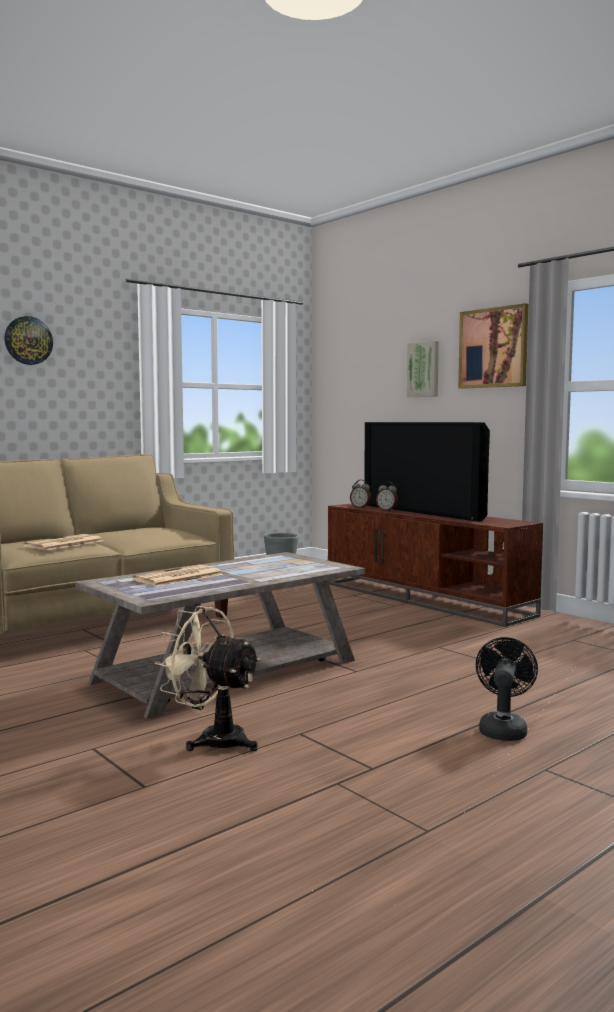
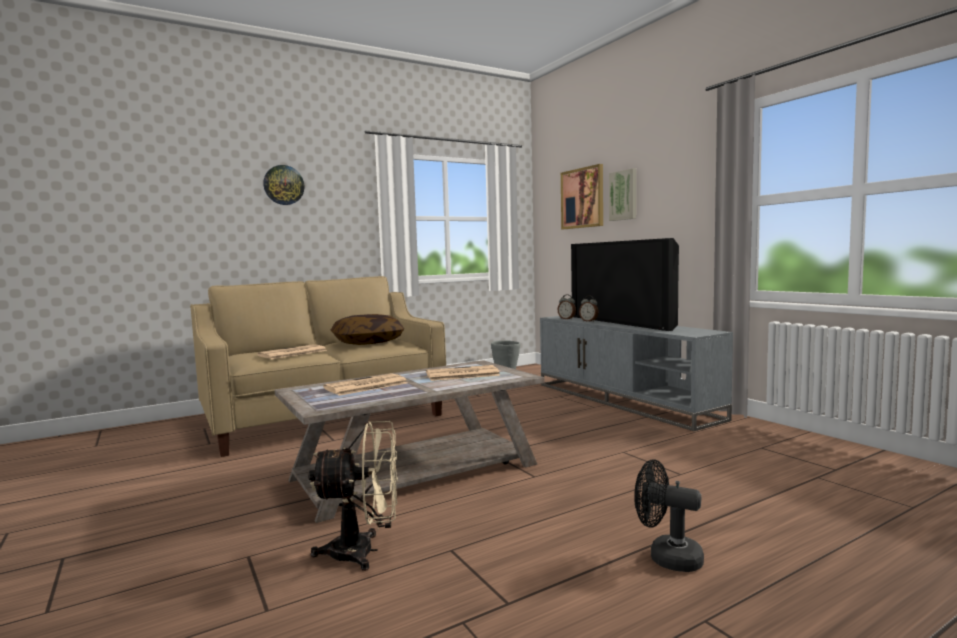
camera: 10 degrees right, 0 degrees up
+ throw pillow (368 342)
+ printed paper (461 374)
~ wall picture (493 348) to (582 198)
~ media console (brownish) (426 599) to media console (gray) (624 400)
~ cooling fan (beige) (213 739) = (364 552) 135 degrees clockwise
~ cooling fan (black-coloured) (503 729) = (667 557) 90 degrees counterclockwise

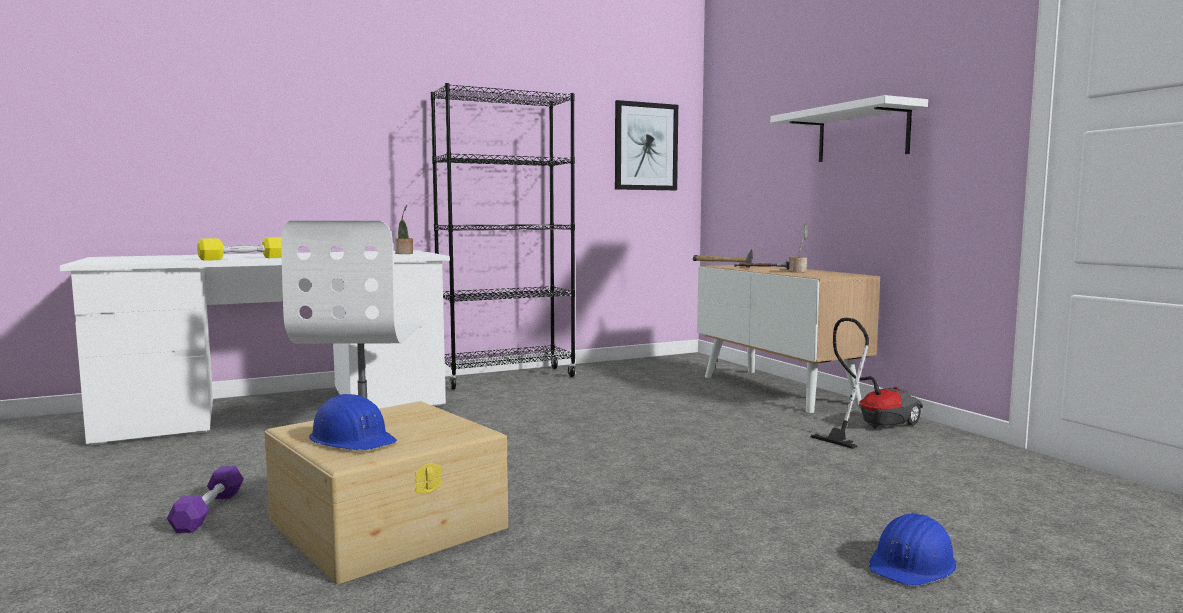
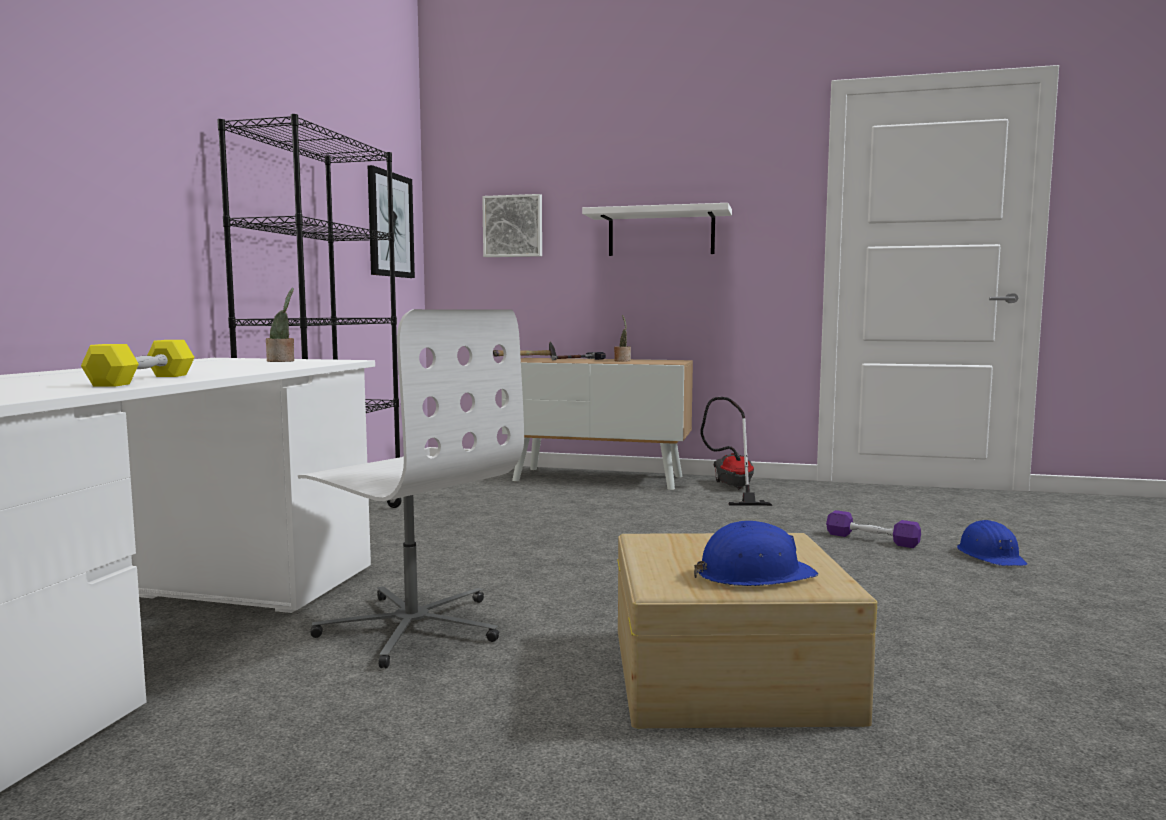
camera: 50 degrees left, 0 degrees up
+ wall picture (513 226)
~ free weight (purple) (209 511) to (872 539)

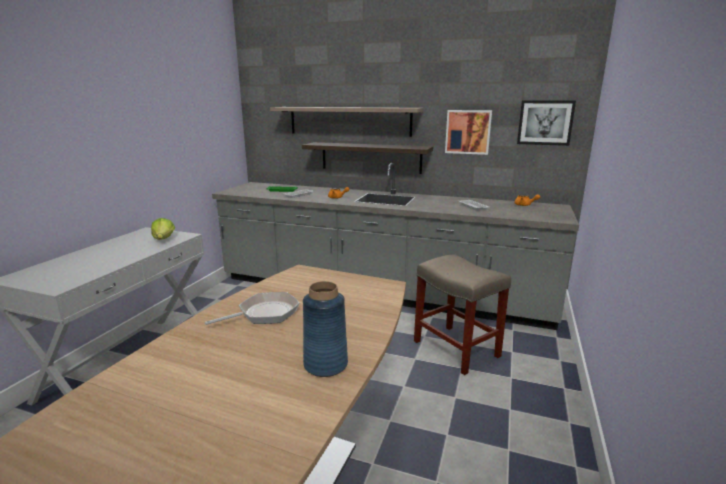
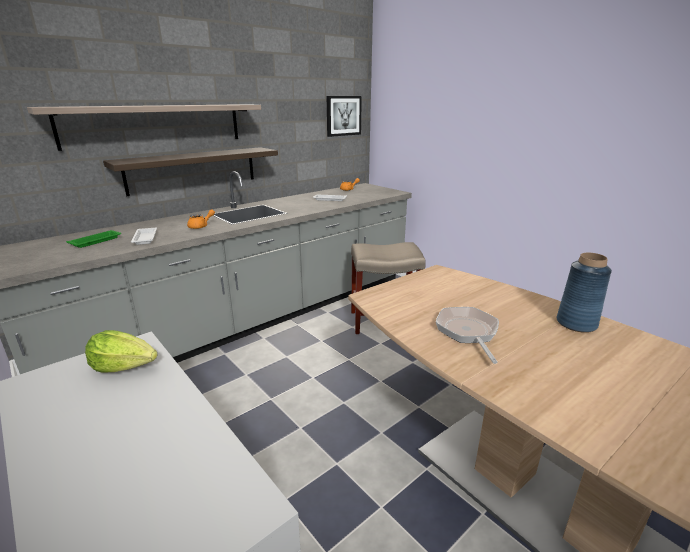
camera: 60 degrees left, 5 degrees up
- wall picture (468 132)

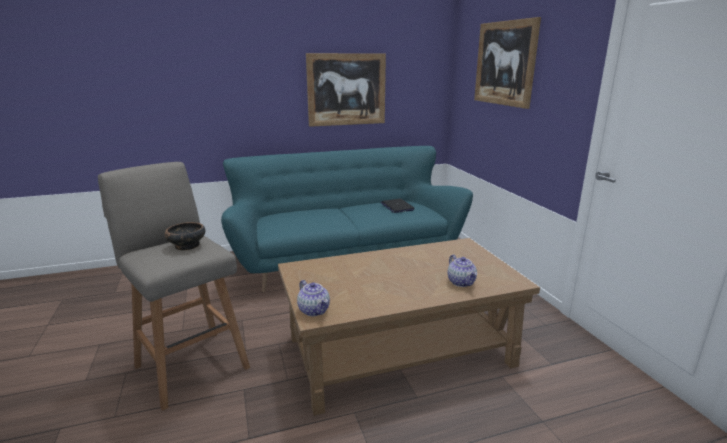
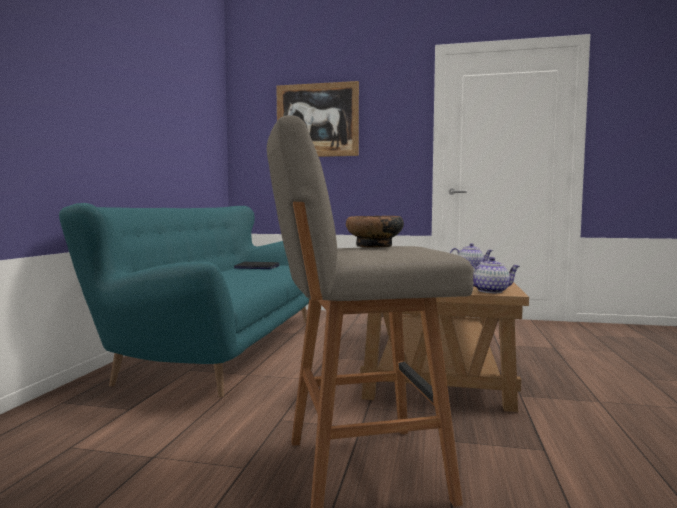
camera: 60 degrees left, 15 degrees down
- wall picture (346 89)

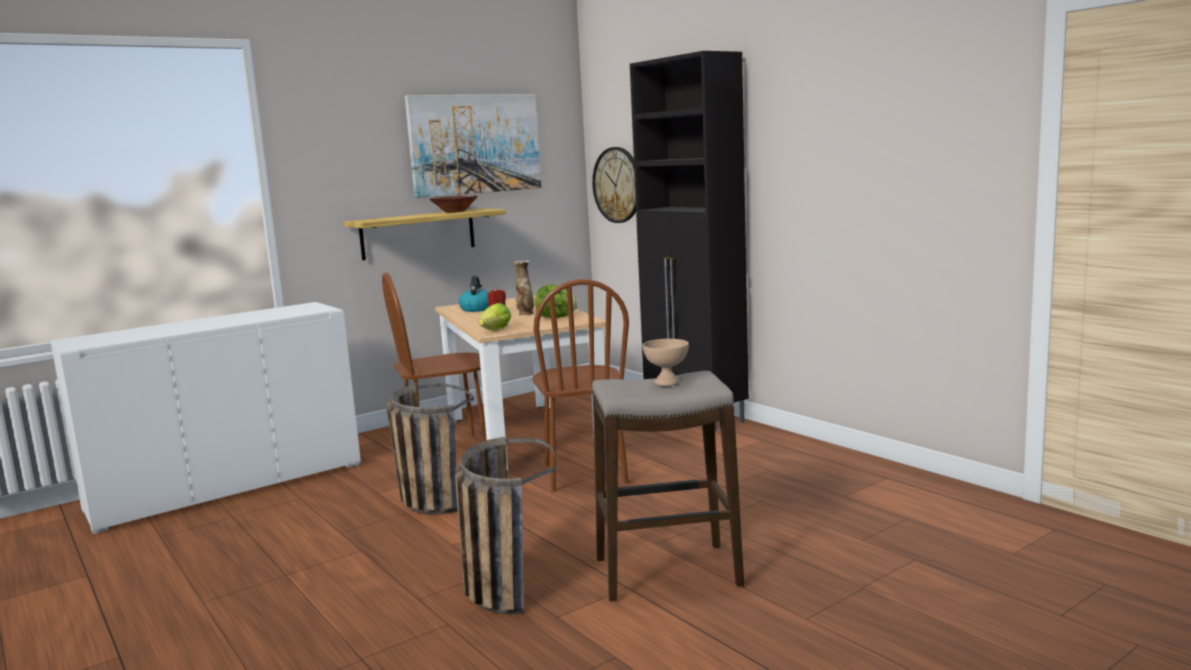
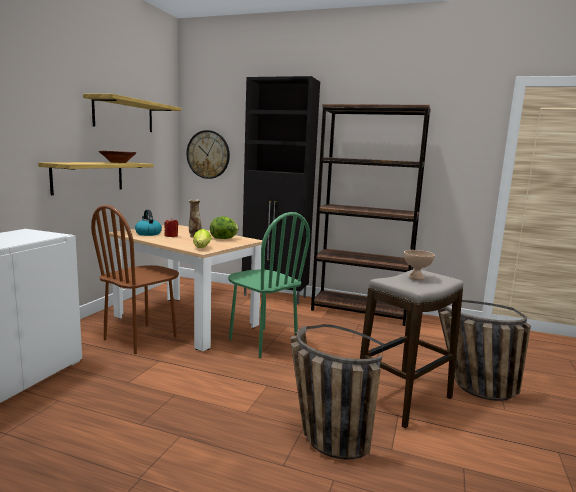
camera: 35 degrees left, 0 degrees up
+ shelving unit (brownish) (360 311)
~ household basket (426 498) to (471 387)
~ wall picture (475 144) to wall shelf (124 115)
~ upright chair (brownish) (584 474) to upright chair (green) (262 342)

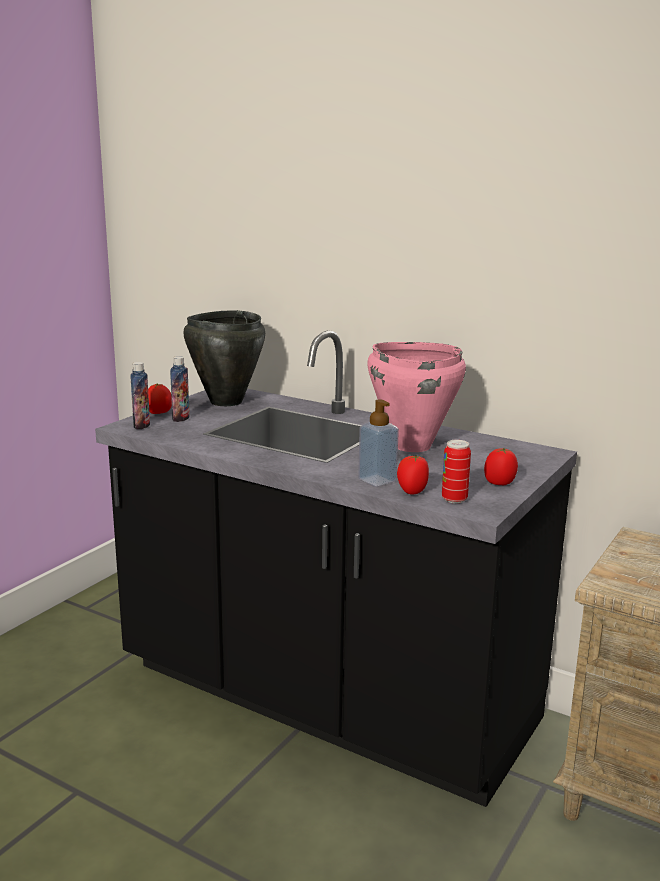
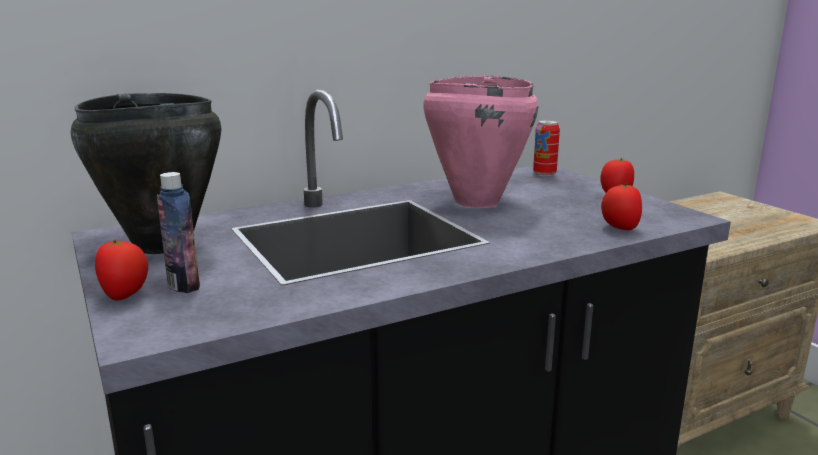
camera: 60 degrees left, 0 degrees up
- beverage bottle (141 425)
- soap dispenser (377 480)
~ can (454 499) to (544 174)

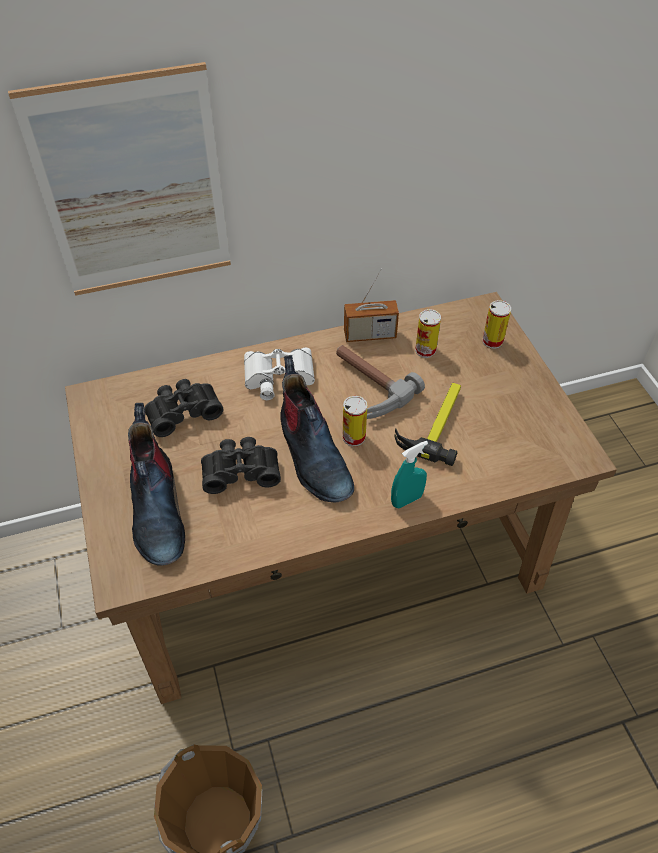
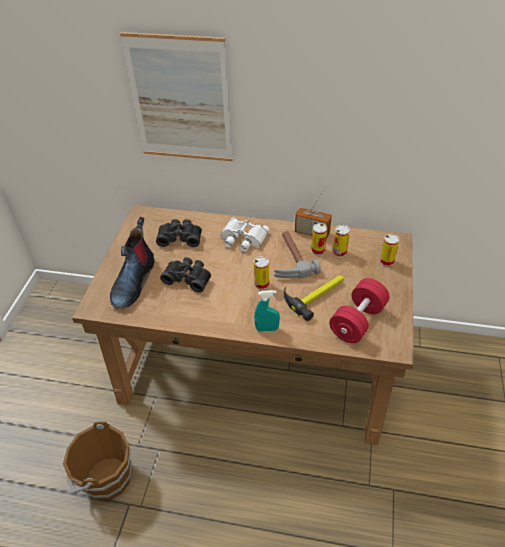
camera: 30 degrees right, 5 degrees down
- tall boot (313 457)
+ can (318 250)
+ free weight (red) (357 321)

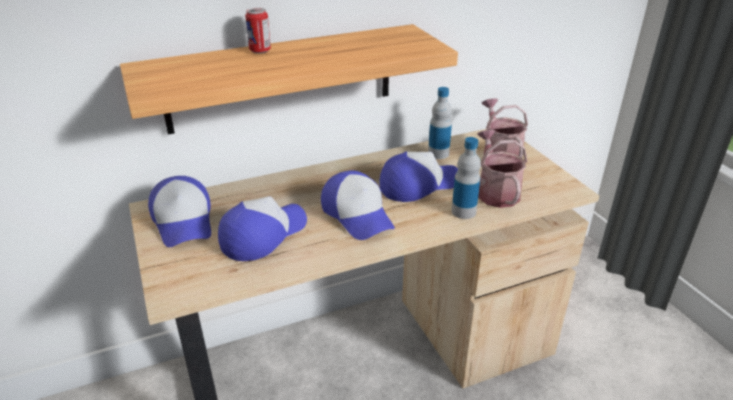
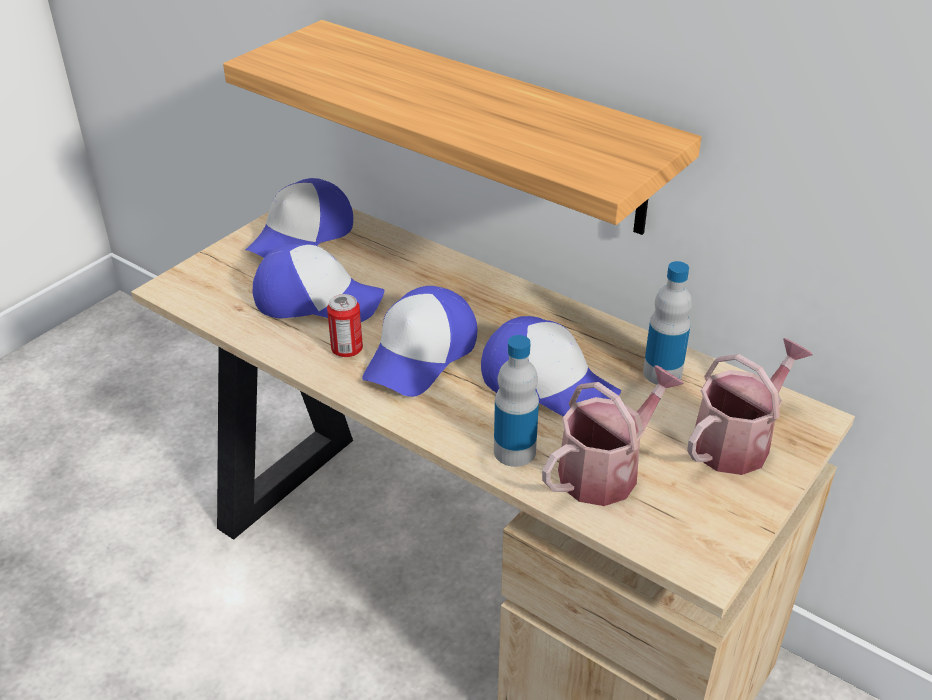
camera: 60 degrees right, 5 degrees up
~ can (260 51) to (347 350)

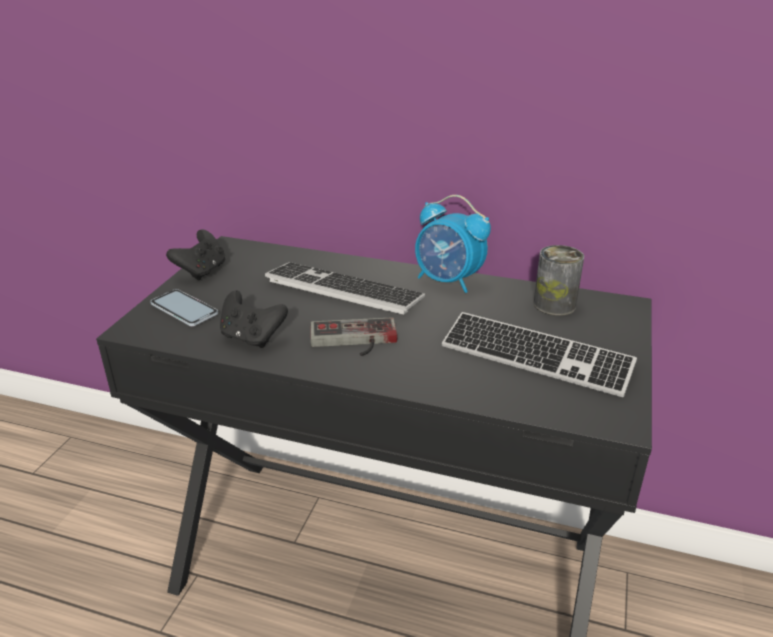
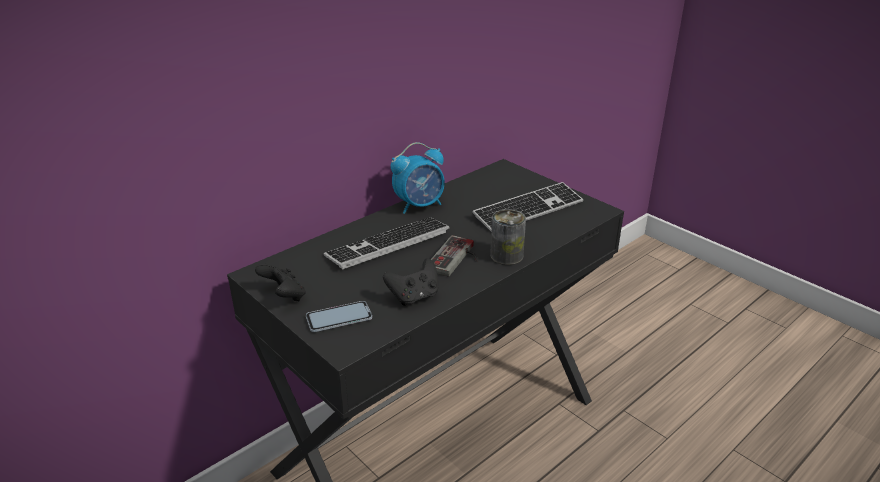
camera: 60 degrees left, 0 degrees up
~ can (554 304) to (506 255)

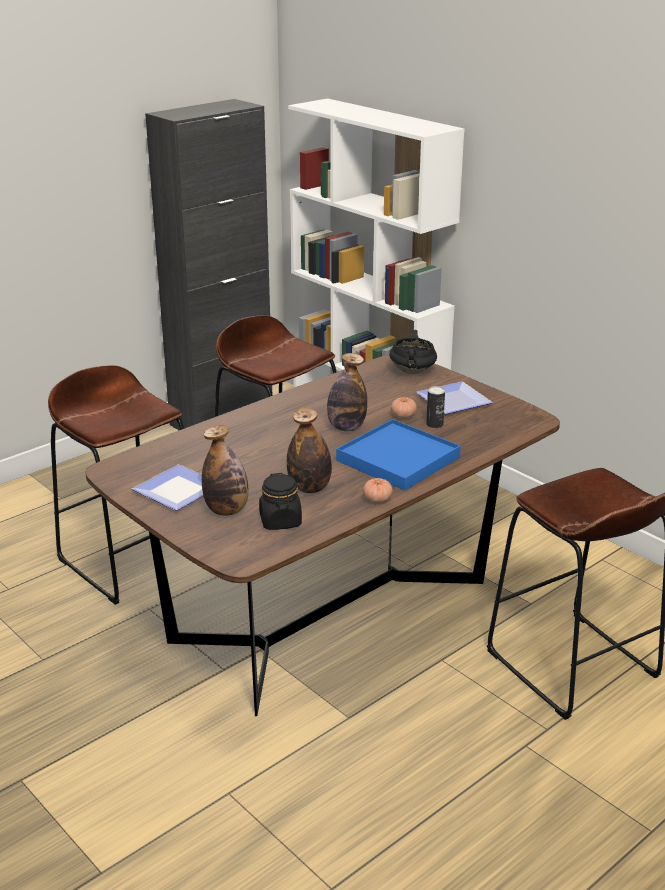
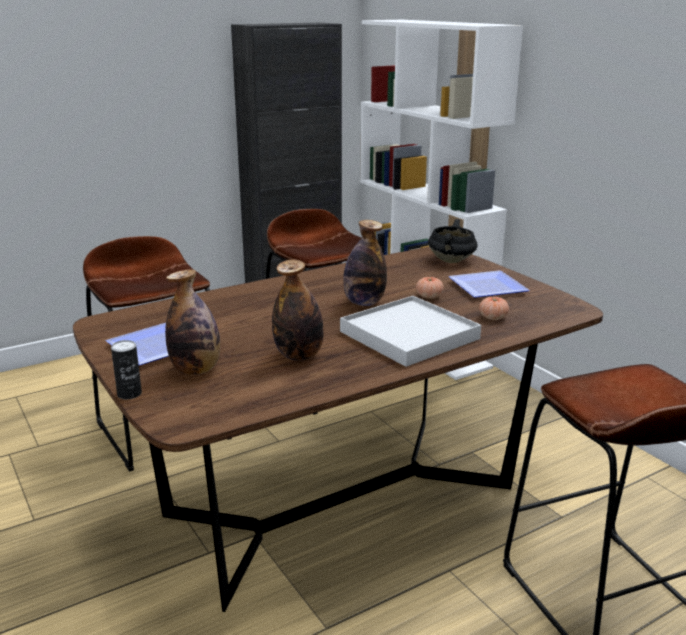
camera: 10 degrees right, 5 degrees down
- jar (black-coloured) (280 521)
~ fresh tomato (377 499) to (493 317)
~ can (434 424) to (129 394)
~ serving tray (blue-coloured) (398 459) to serving tray (whitish) (409 335)

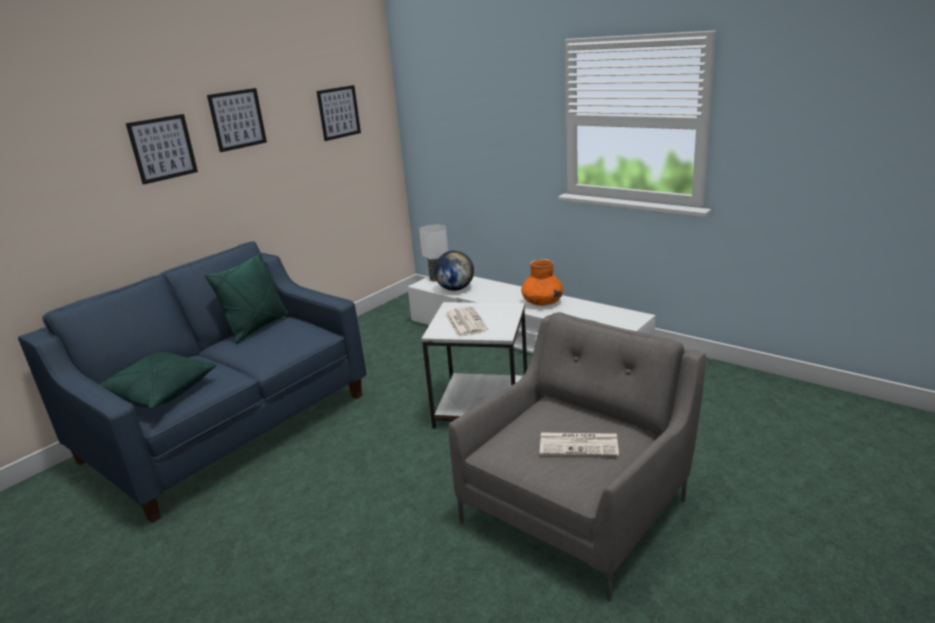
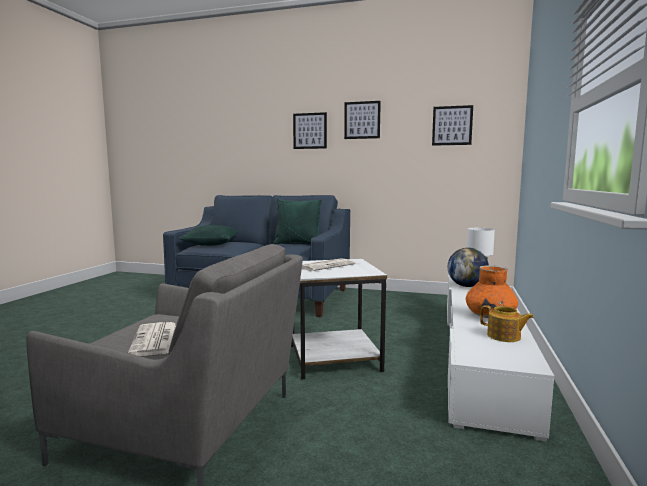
camera: 65 degrees right, 15 degrees down
+ pot for tea (504 336)

